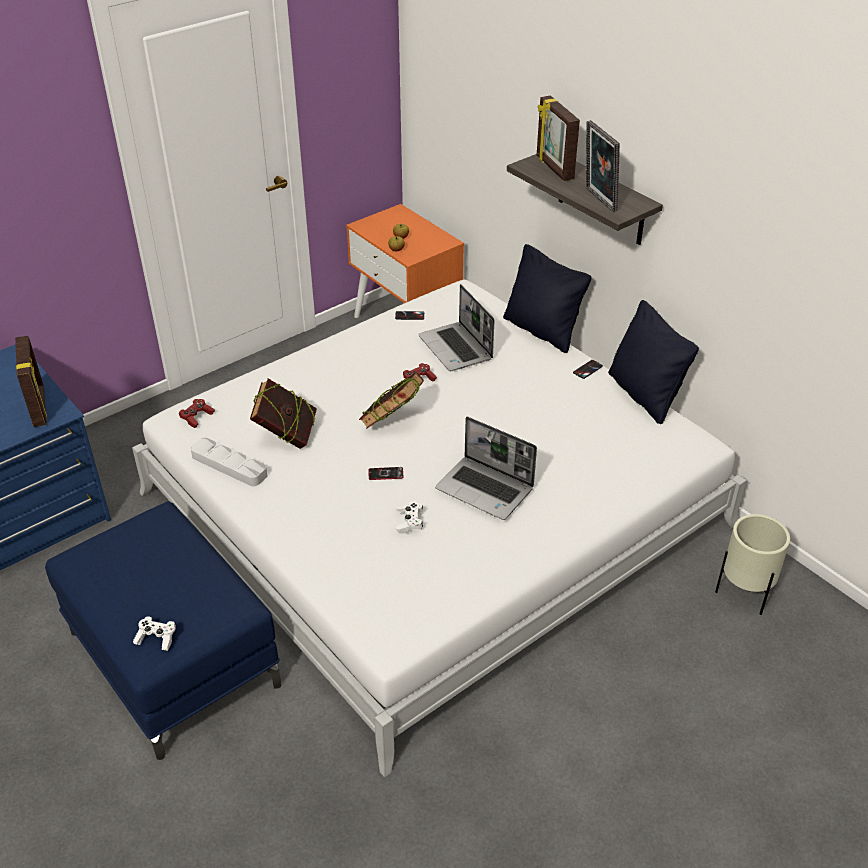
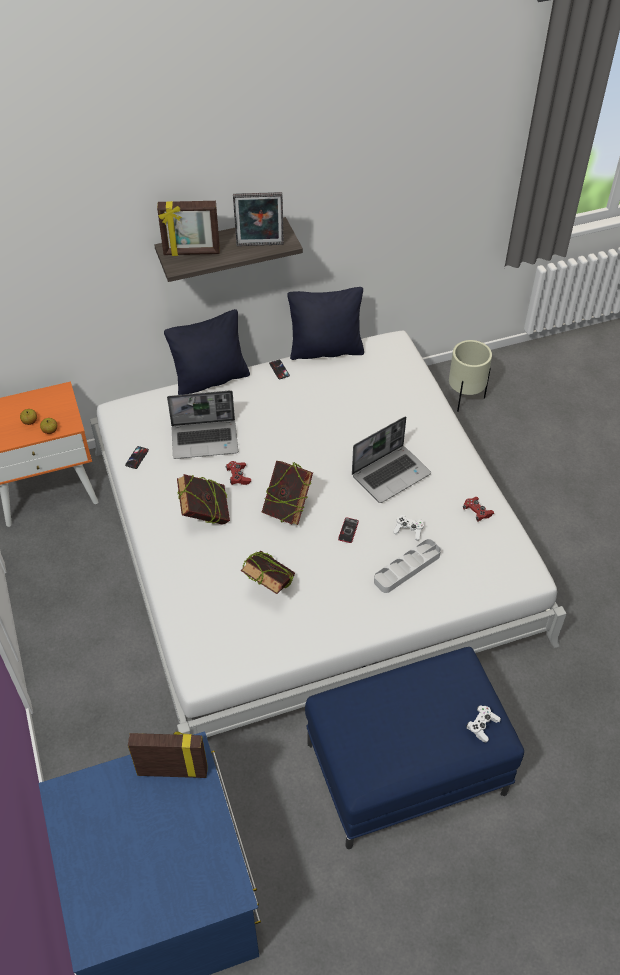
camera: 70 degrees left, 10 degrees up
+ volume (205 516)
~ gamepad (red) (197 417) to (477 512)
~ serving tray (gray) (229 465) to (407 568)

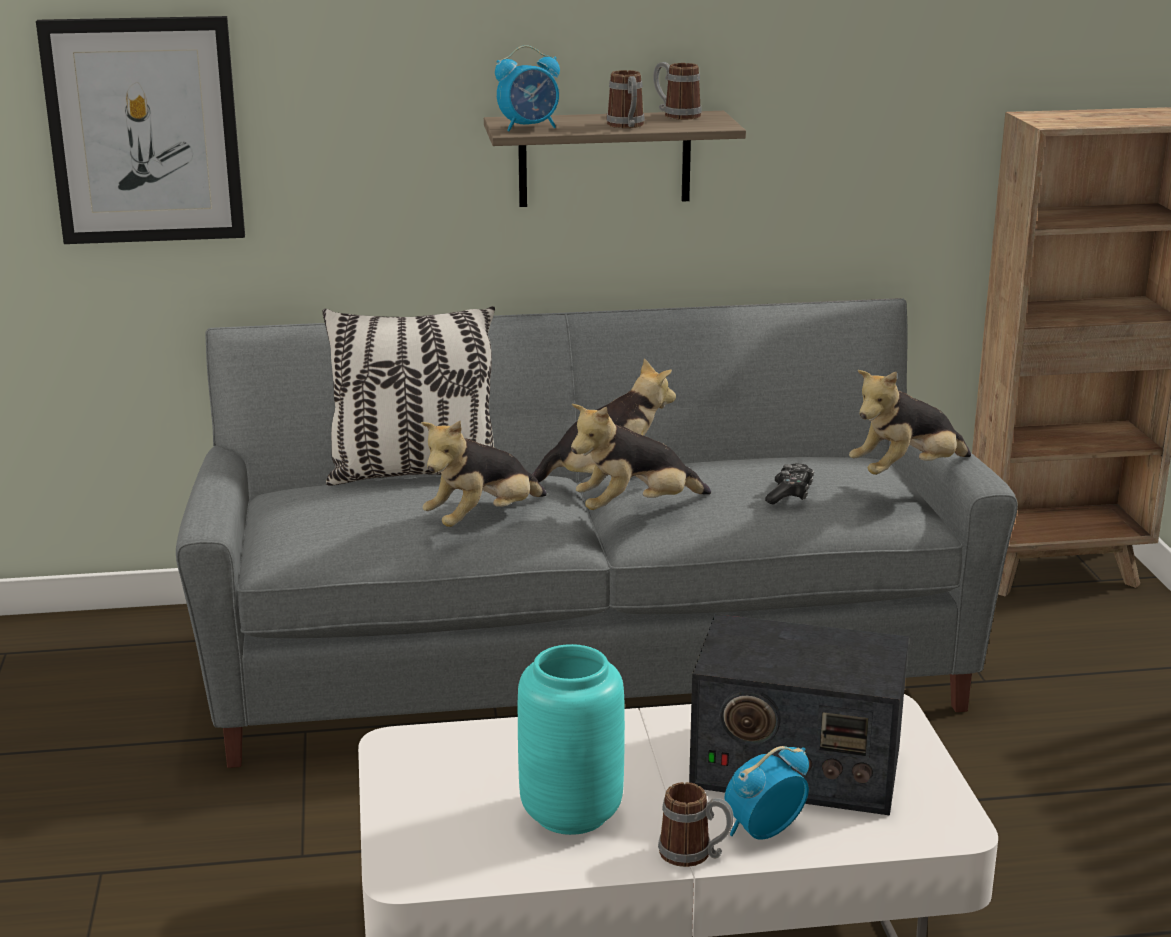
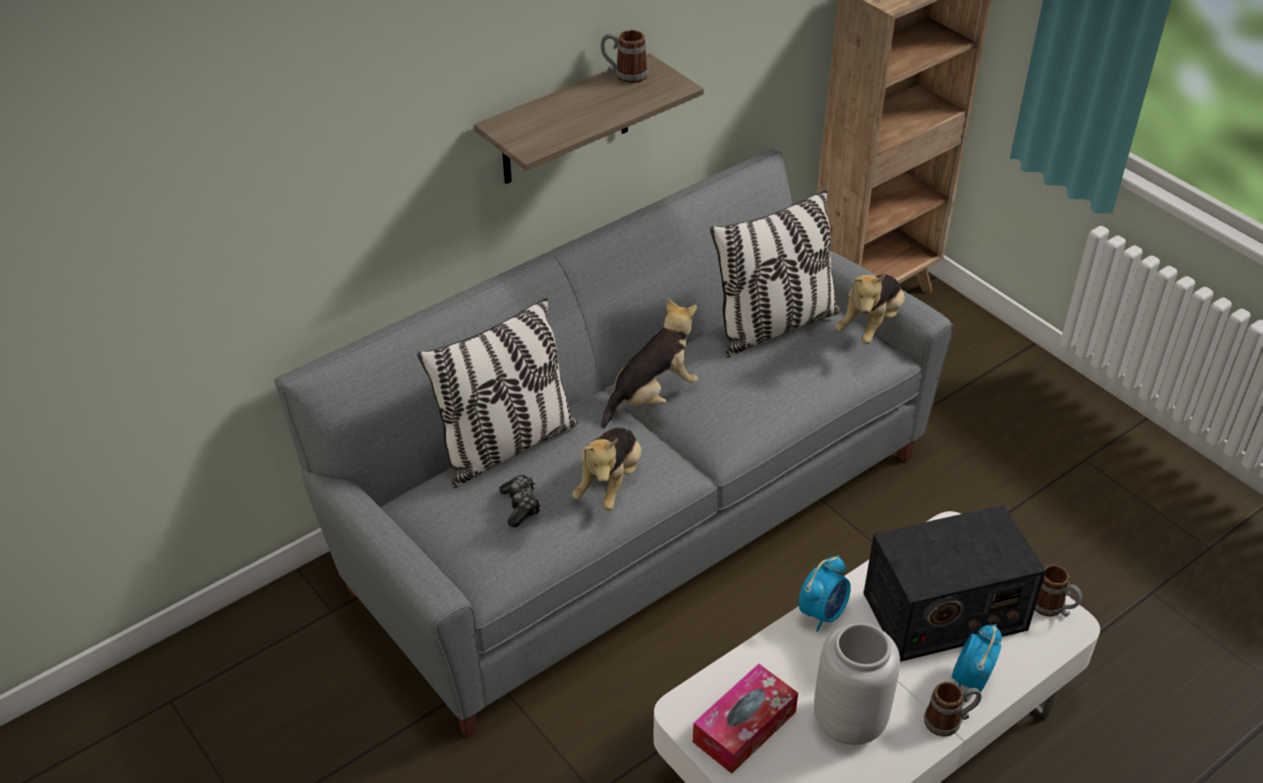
camera: 30 degrees left, 20 degrees up
- wall picture (144 130)
- soft toy (635 509)
+ tissue holder (744 727)
+ throw pillow (774 326)
~ alarm clock (529 127) to (822 613)
~ coffee mug (627 126) to (1052 608)
~ gamepad (790 494) to (521 506)
~ vase (turquoise-coloured) (569 813) to vase (gray) (847 721)

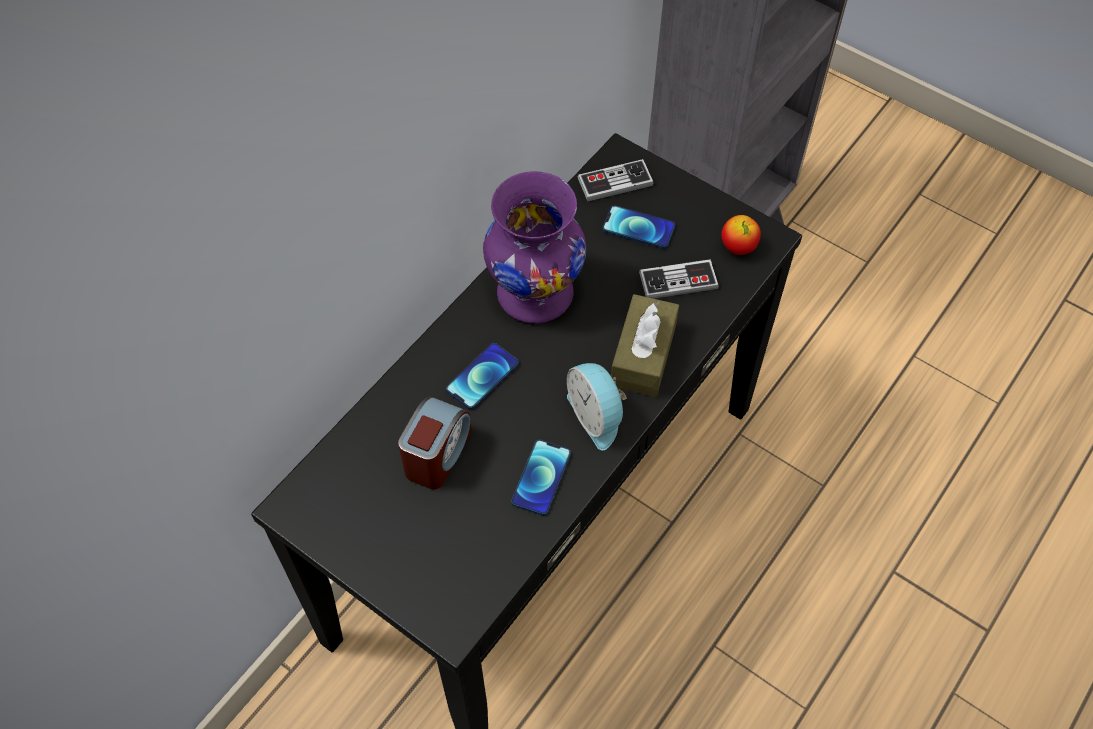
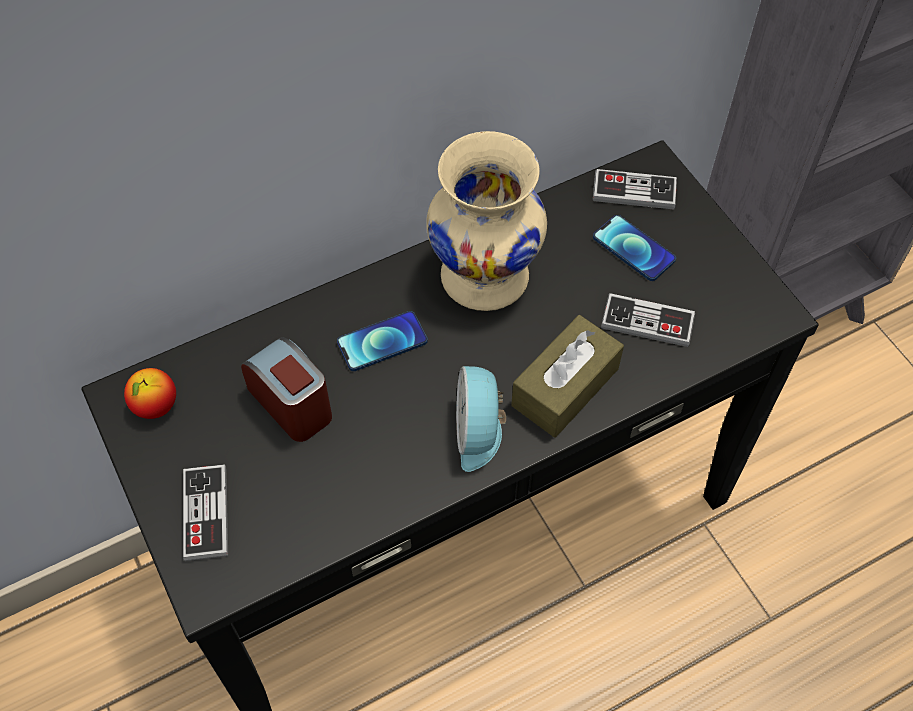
camera: 25 degrees right, 0 degrees up
- handset (541 478)
+ gamepad (206 513)
~ whole apple (738 247) to (156 406)
~ vase (purple) (534 295) to vase (beige) (483 277)
~ alarm clock (437 454) = (292 403) 90 degrees counterclockwise

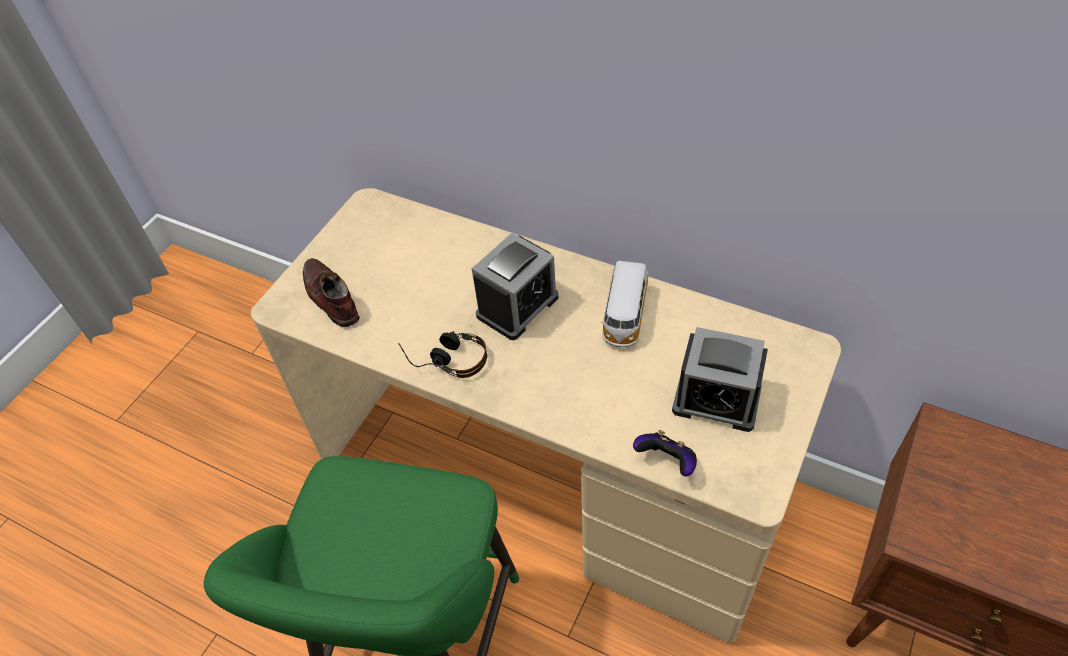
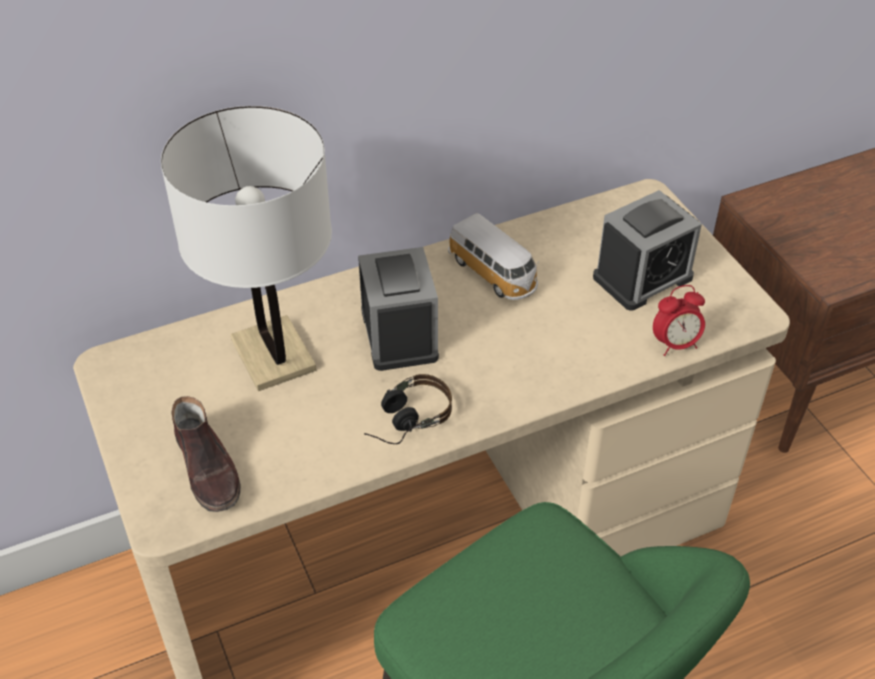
camera: 55 degrees left, 5 degrees down
+ tabletop lamp (whitish) (273 355)
~ gamepad (666 462) to alarm clock (675 344)
~ shoe (brownish) (330 297) = (208 469) 120 degrees counterclockwise

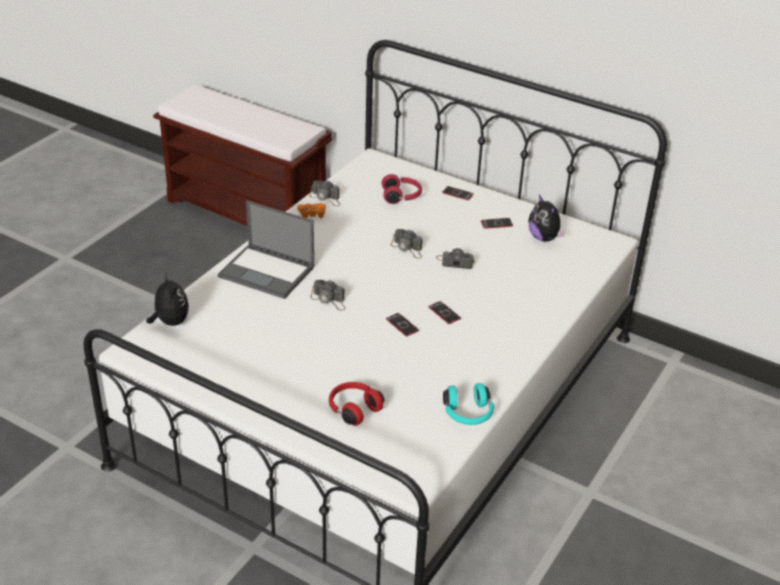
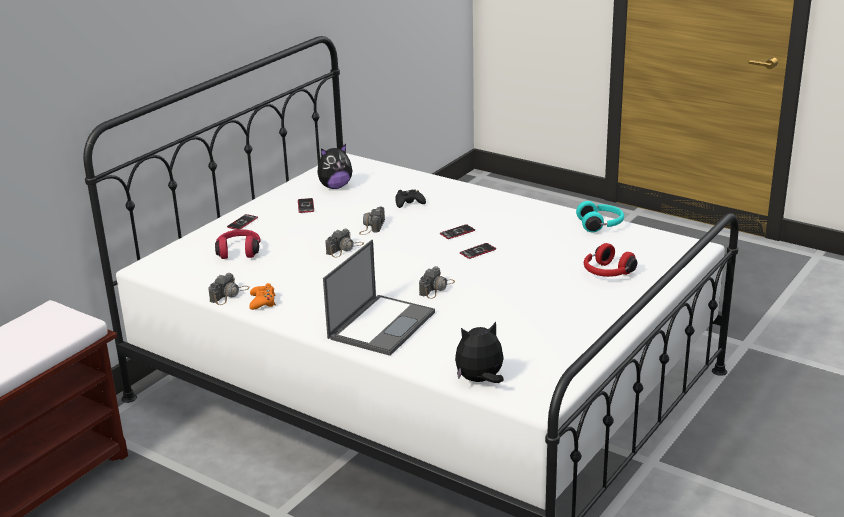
camera: 85 degrees left, 10 degrees down
+ gamepad (black-coloured) (409 203)

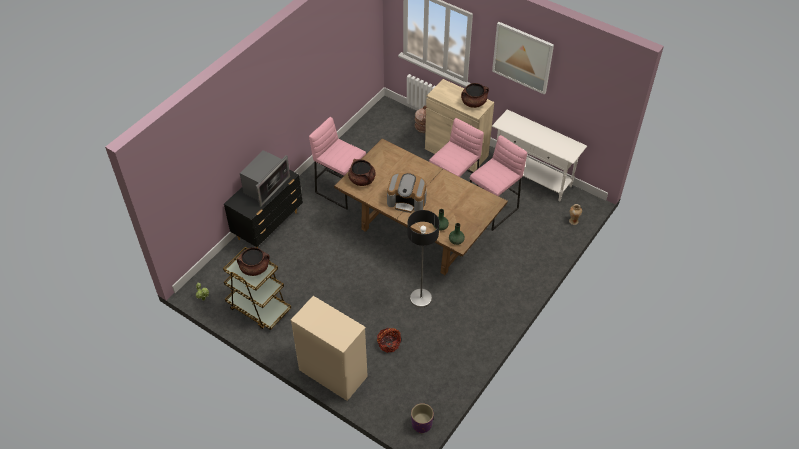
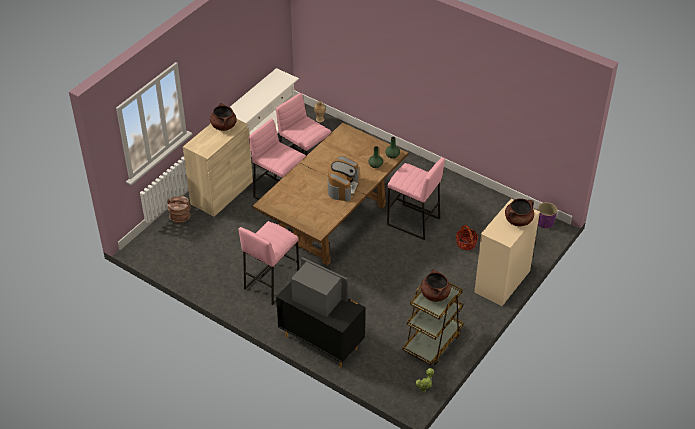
camera: 90 degrees left, 5 degrees down
- wall picture (522 57)
~ cooking pot (brownish) (362 180) to (518 220)
~ floor lamp (420 298) to stool seat (pink-coloured) (413 222)

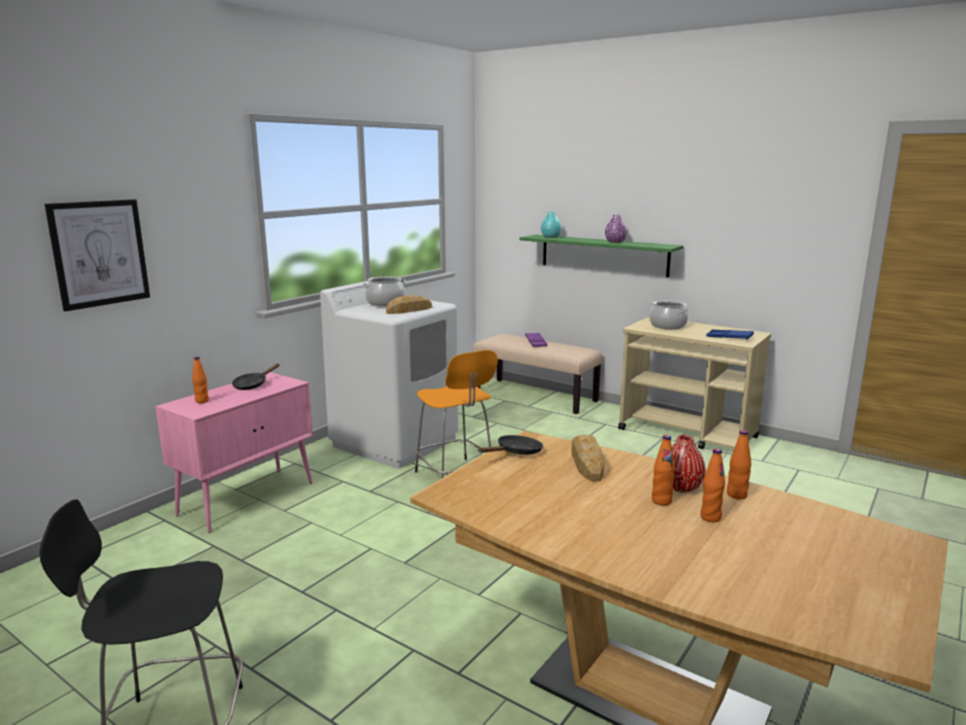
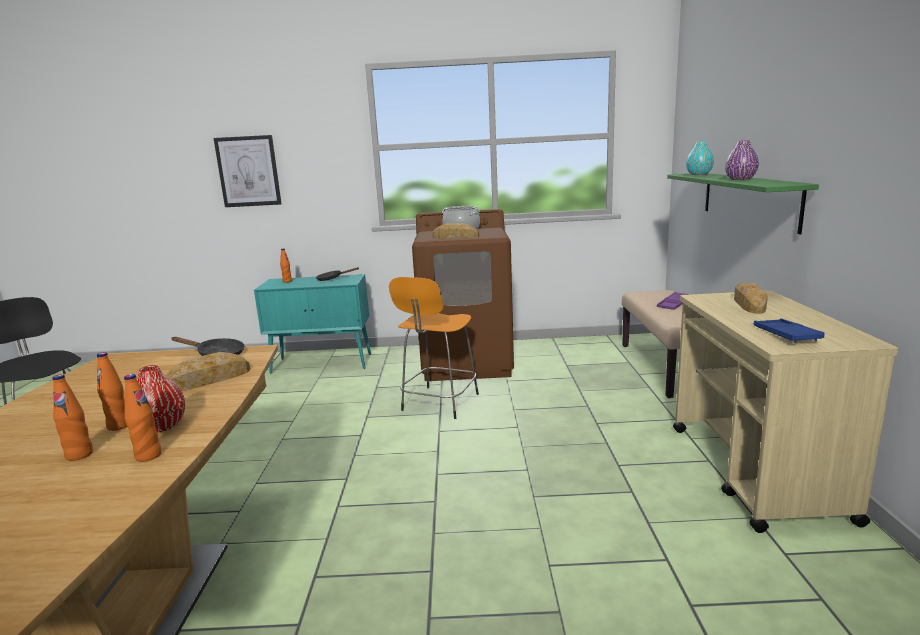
camera: 55 degrees right, 0 degrees up
~ cooking pot (667 326) to bakery bread (749 304)
~ cupboard (pink-coloured) (248 498) to cupboard (turquoise-coloured) (323 363)
~ laundry machine (whitish) (395 442) to laundry machine (brownish) (468 363)

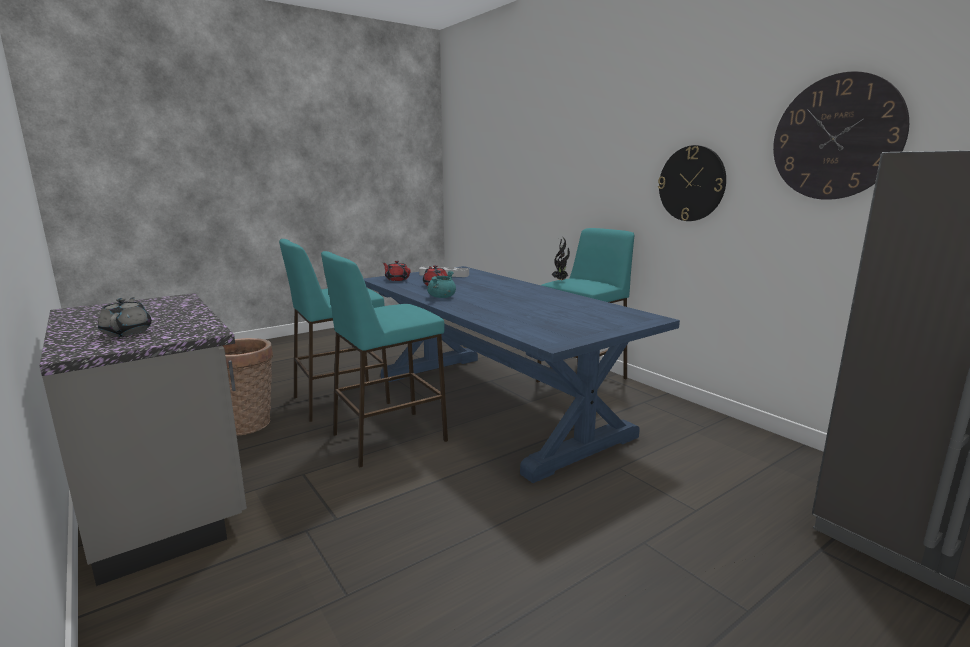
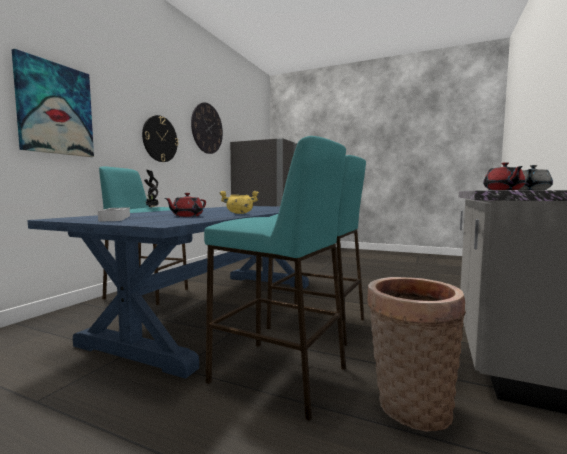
camera: 120 degrees left, 10 degrees down
+ wall picture (55 109)
~ pot for tea (red) (397 279) to (503 190)
~ cooking pot (turquoise-coloured) (441 297) to cooking pot (yellow) (239 213)

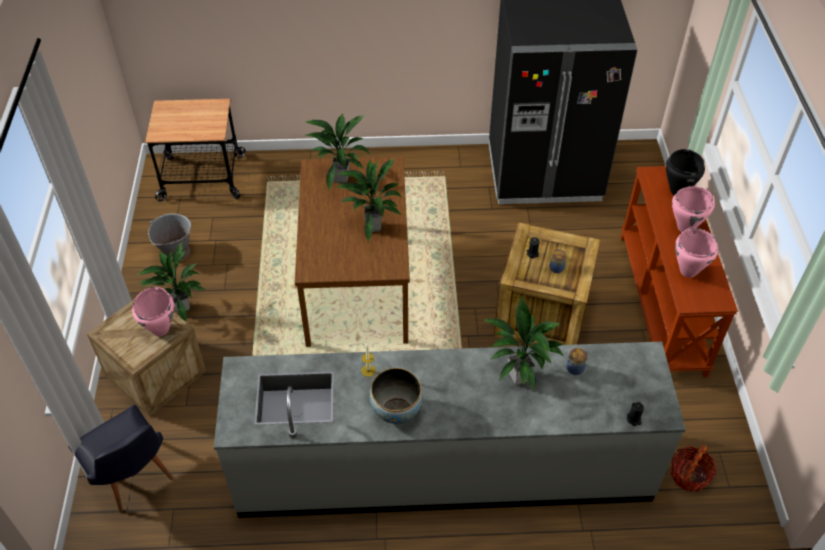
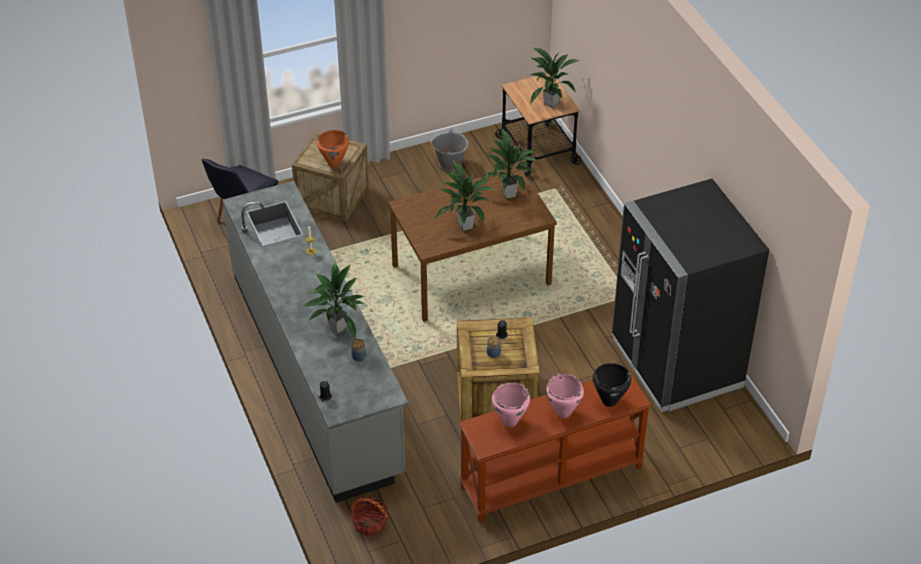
camera: 70 degrees right, 5 degrees down
- deep dish (396 411)
~ plant in a pot (181 308) to (550 103)
~ cooking pot (pink-coloured) (161 329) to cooking pot (orange) (334 163)

